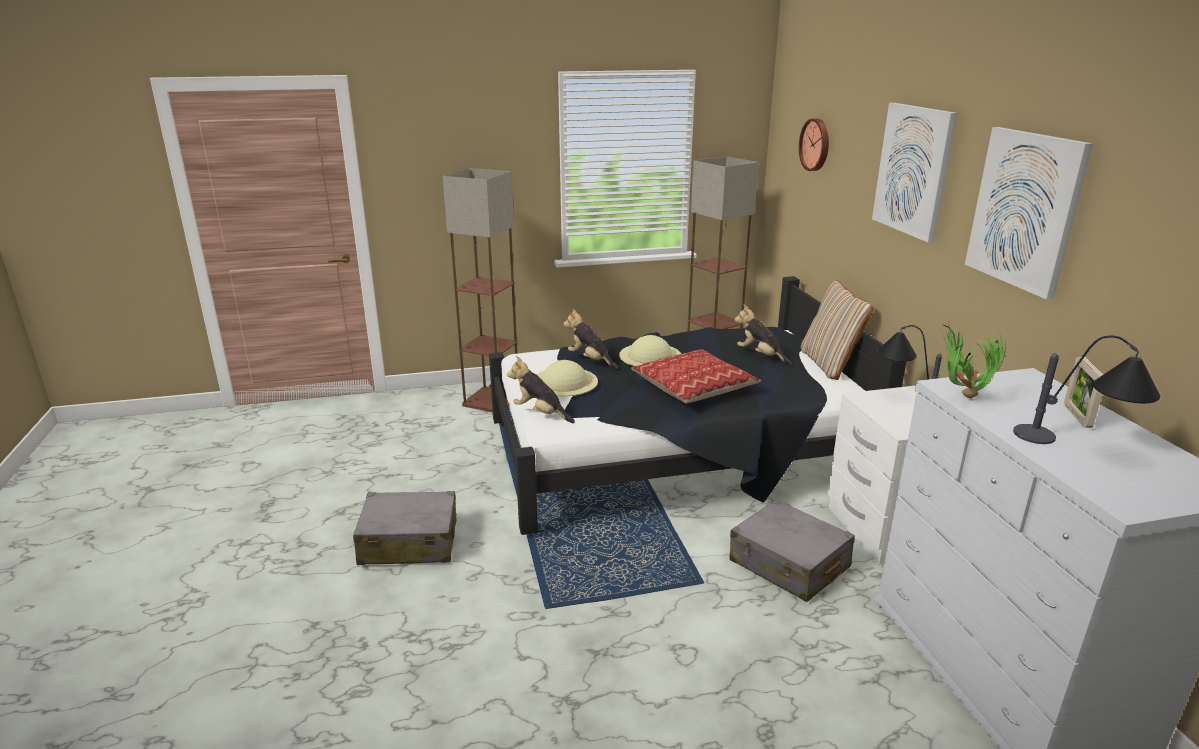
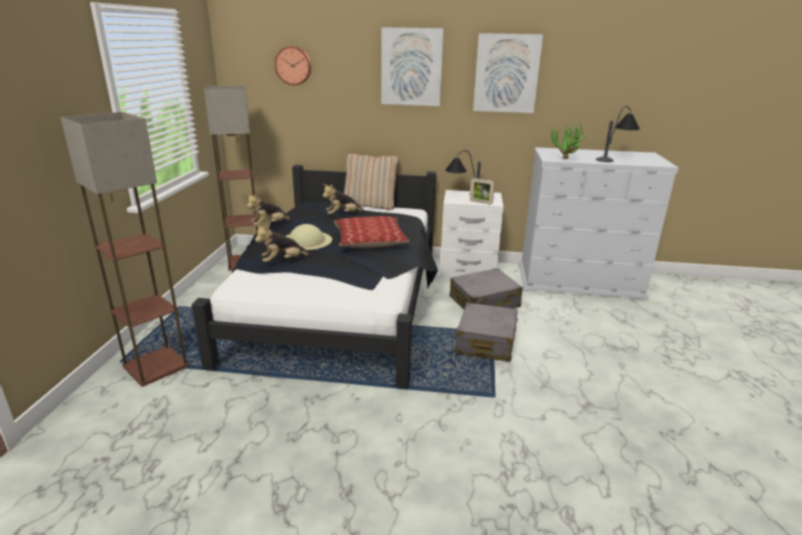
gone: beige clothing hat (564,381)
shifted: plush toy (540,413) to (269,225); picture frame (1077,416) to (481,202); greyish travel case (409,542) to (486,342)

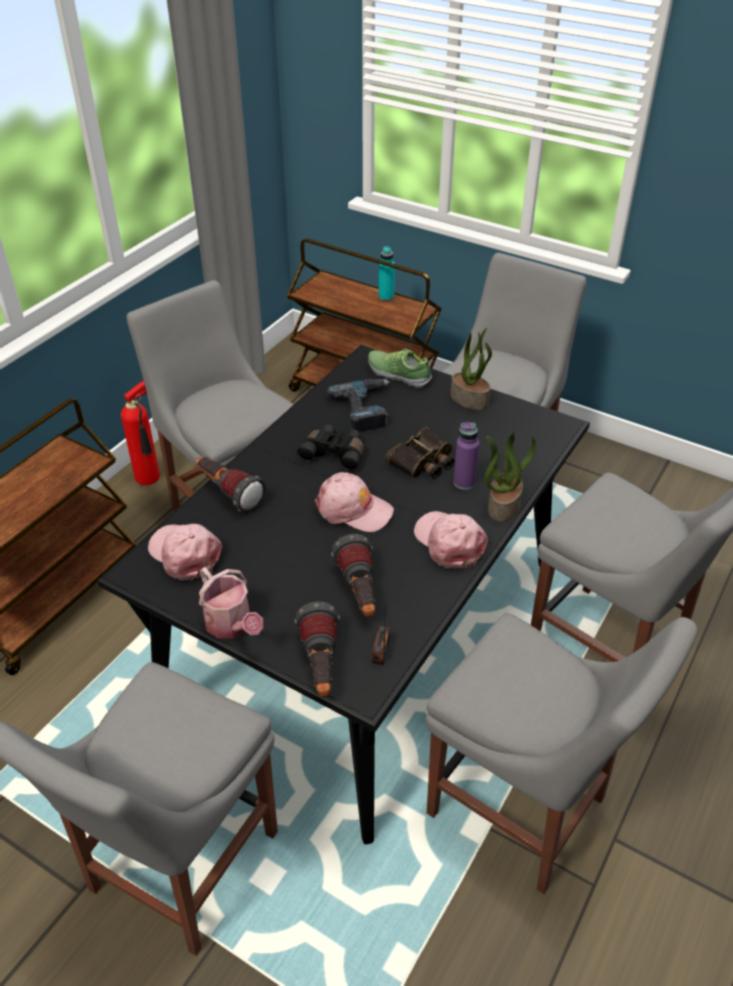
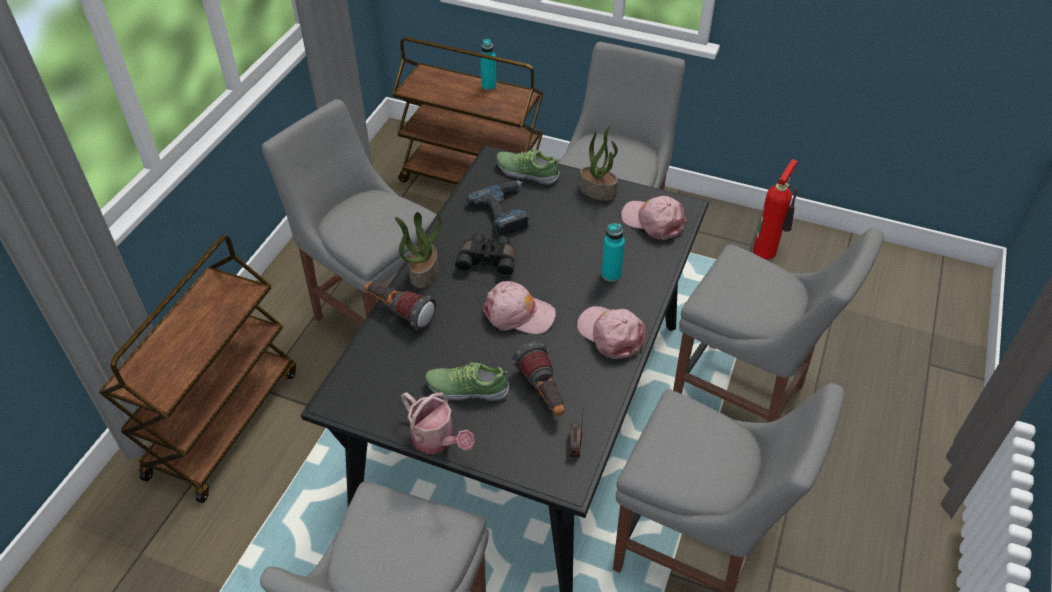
gone: pair of binoculars (423,461); torch (320,665)
new: shoe (467,388)
shifted: extinguisher (150,477) to (767,251); houseplant (503,505) to (423,272); pink-coloured cap (185,554) to (653,221)
repainted: purple-coloured beverage bottle (464,482) to turquoise beverage bottle (611,274)

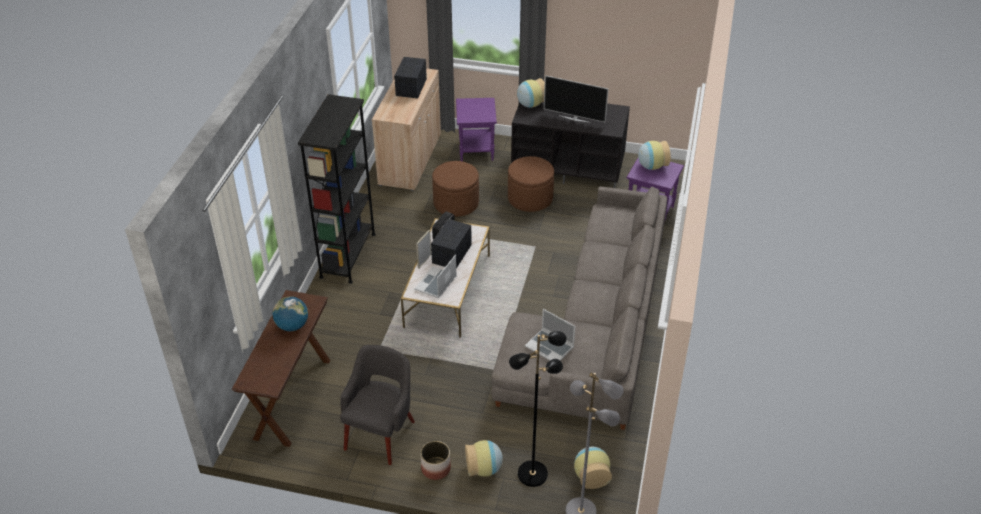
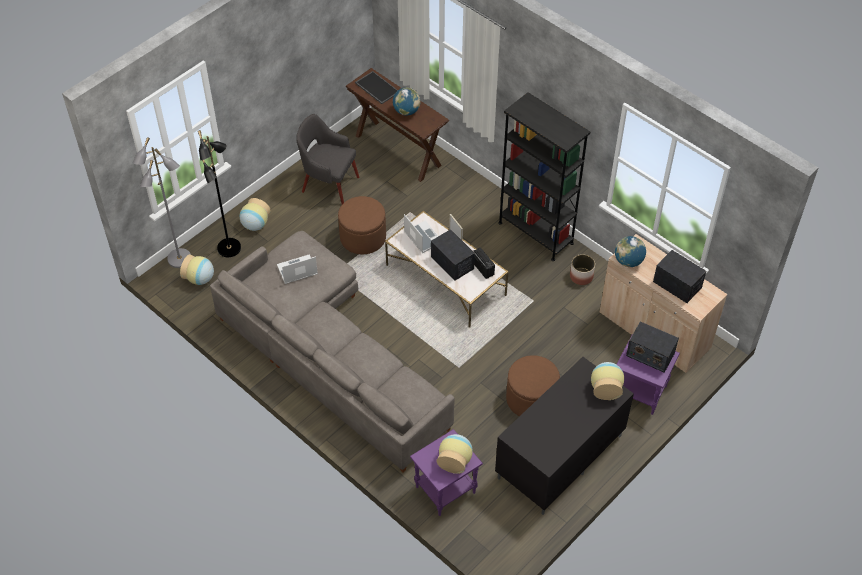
gone: TV (574,118)
new: carrying tray (376,88); world globe (628,261); radio set (650,354)
shifted: brown pouffe (456,203) to (363,237); planter (436,468) to (581,276)
rotated: greyish lounge chair (380,434) = (329,184) 150 degrees clockwise

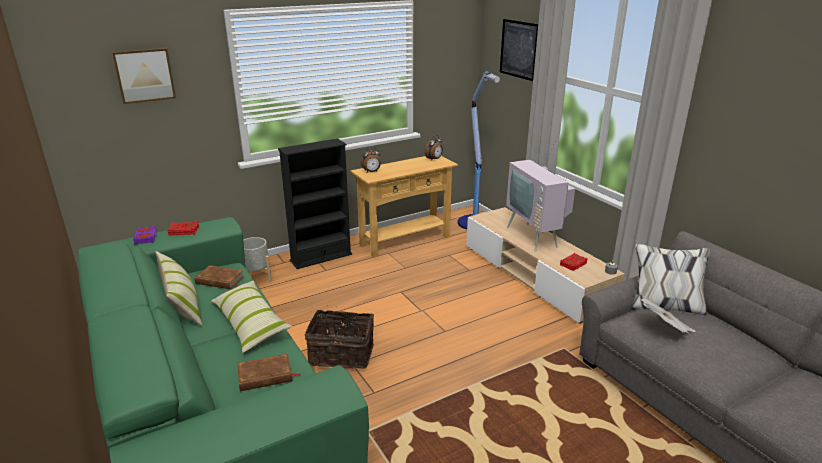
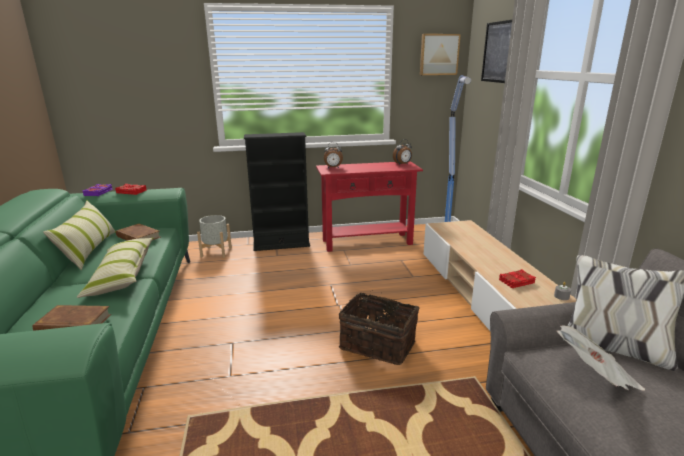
gone: TV (536,236)
shifted: wall picture (144,75) to (438,54); storage basket (342,353) to (378,343)
repainted: beige hall table (405,240) to reddish hall table (367,242)

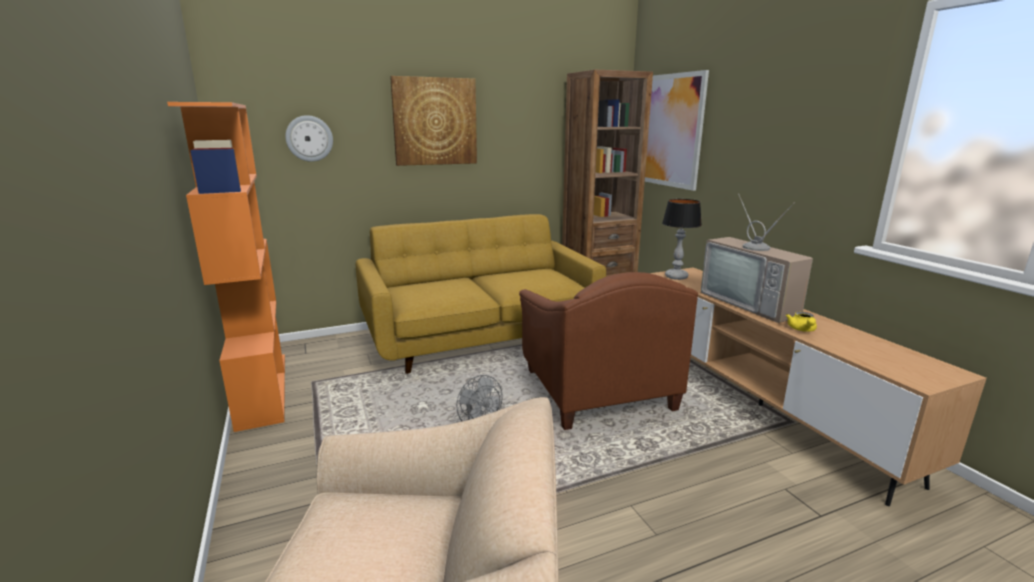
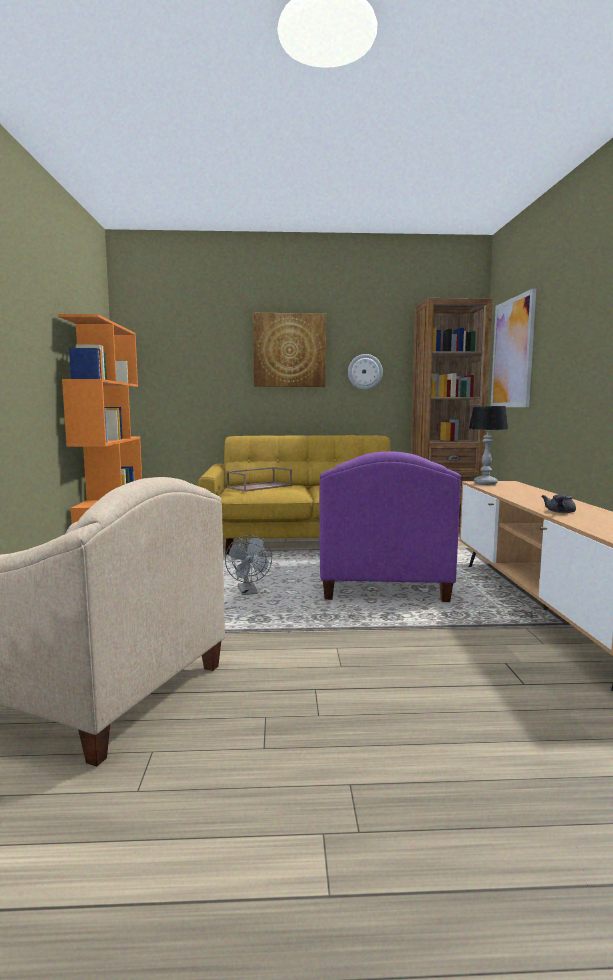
gone: TV (753,303)
new: brown carrying tray (260,486)
shifted: wall clock (309,138) to (365,372)
repainted: brown lounge chair (595,390) to purple-coloured lounge chair (381,581); yellow pot for tea (802,330) to greyish pot for tea (559,512)

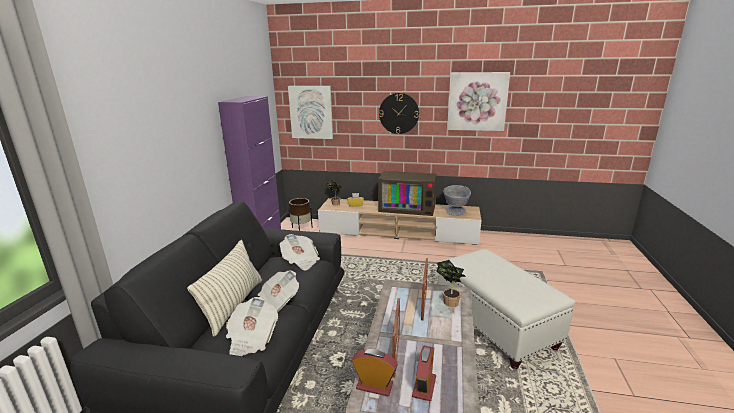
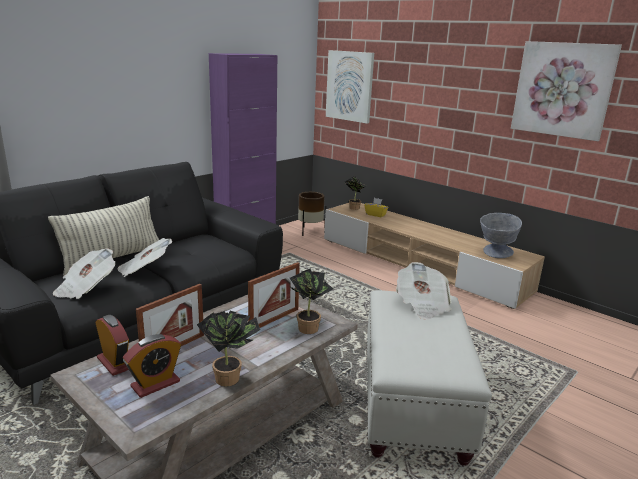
gone: wall clock (399,113); TV (408,208)
new: houseplant (231,377)
shifted: daily paper (300,261) to (422,305)

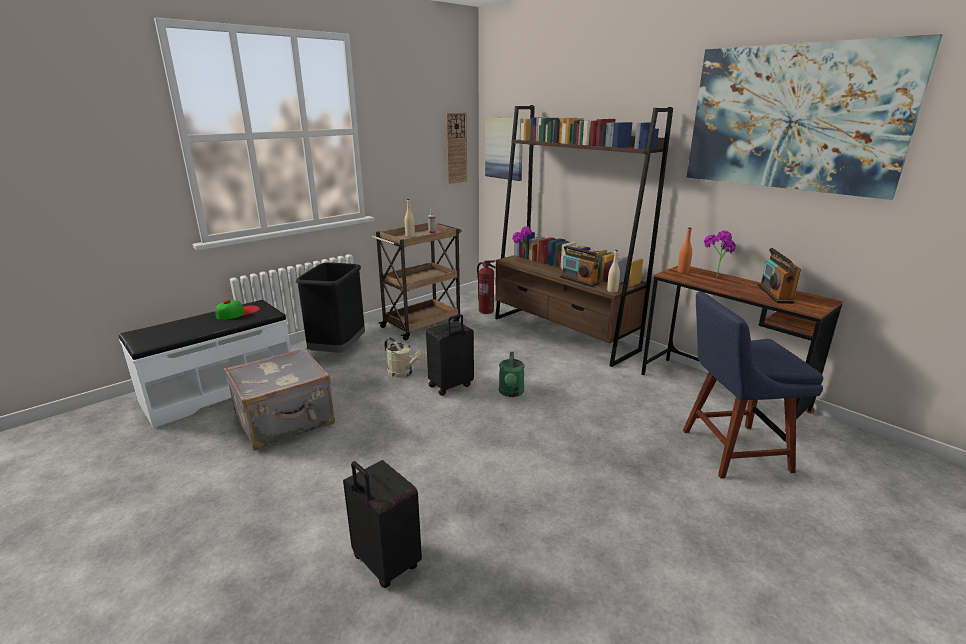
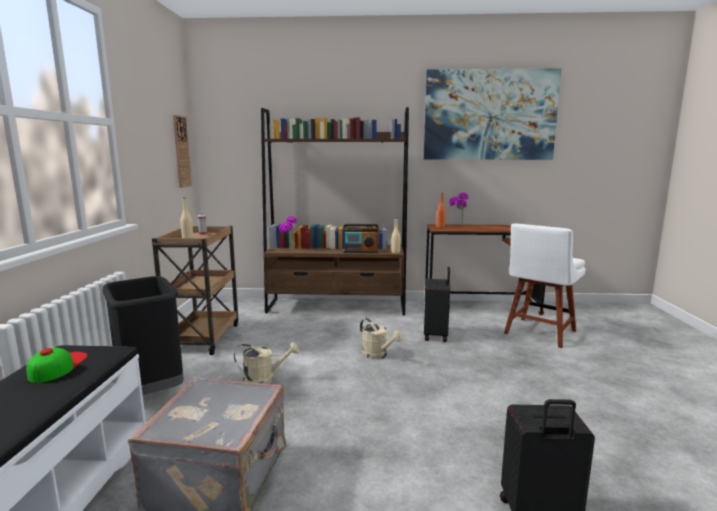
gone: wall picture (504,148); radio set (774,294); extinguisher (486,311)
shifted: black-coloured travel case (451,386) to (436,335)
repainted: blue-coloured chair (730,450) to whitish chair (538,333); green sprinkling can (511,393) to beige sprinkling can (378,355)

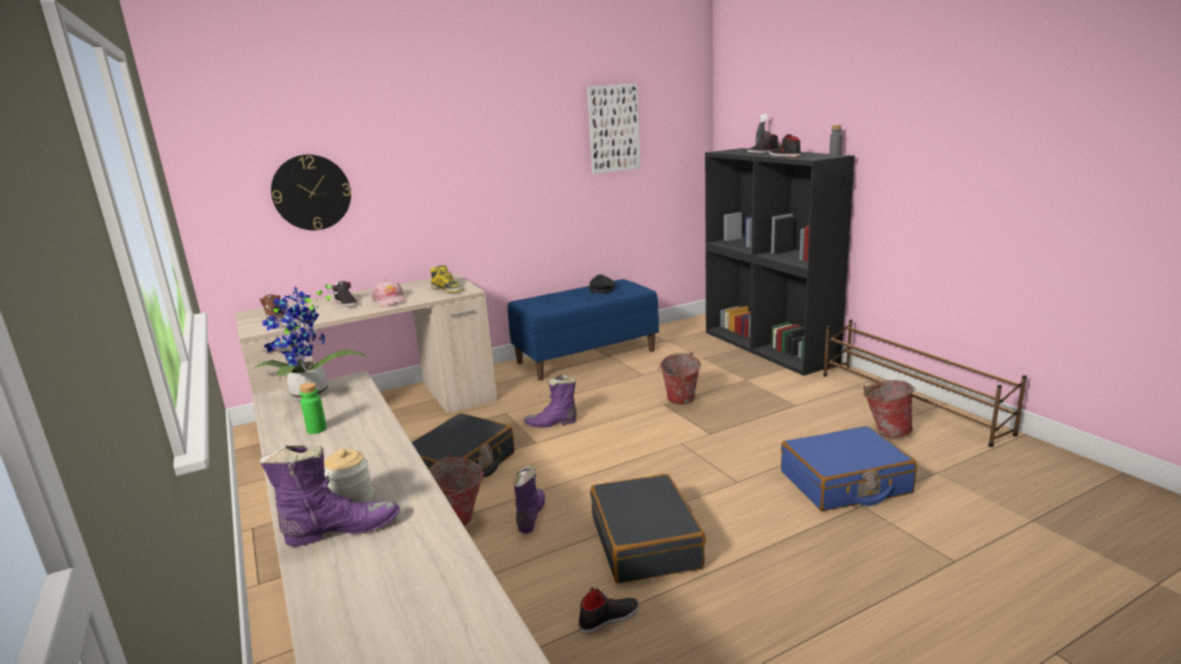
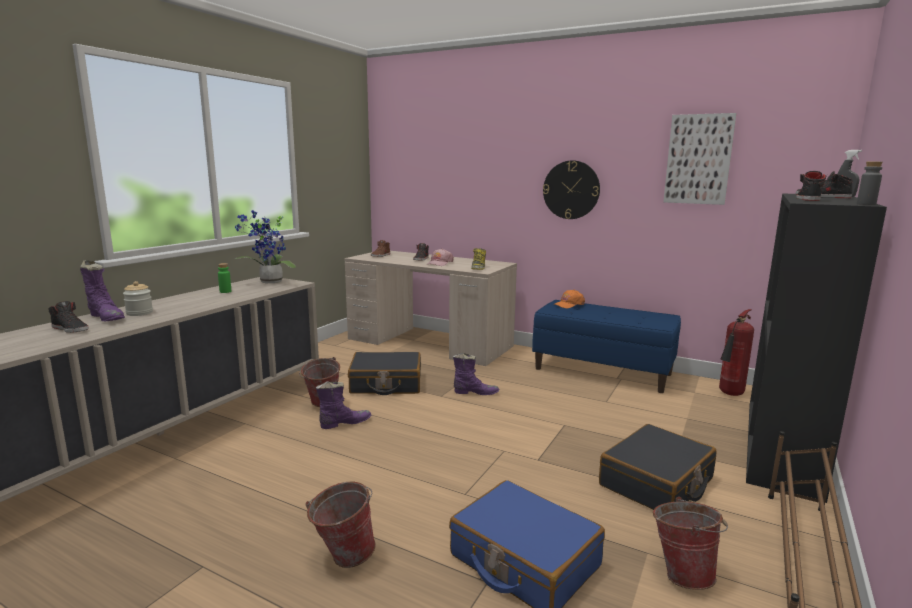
gone: black-coloured cap (601,289)
new: orangey cap (568,304); extinguisher (730,394)
shifted: wall clock (311,192) to (571,190); bucket (679,402) to (342,557); black-coloured travel case (646,542) to (656,483); black-coloured shoe (609,618) to (70,329)
rotated: purple-coloured high-top boot (552,423) = (475,392) 135 degrees clockwise

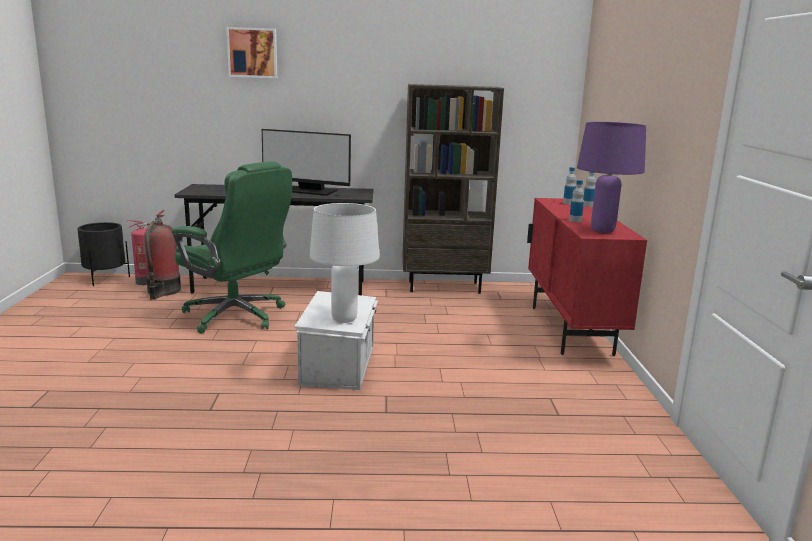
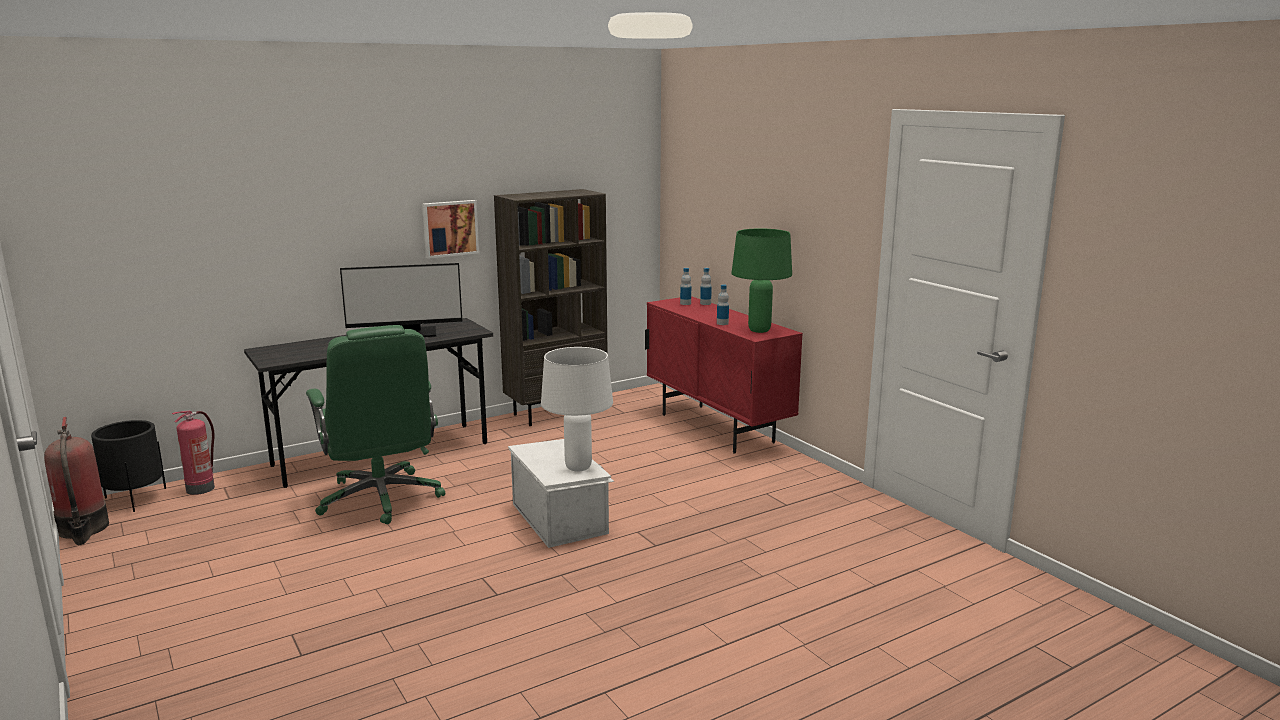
shifted: wall picture (252,53) to (450,228); extinguisher (163,291) to (83,529)
repainted: purple-coloured table lamp (603,231) to green table lamp (759,330)
rotated: green office chair (236,316) = (381,499) 60 degrees clockwise

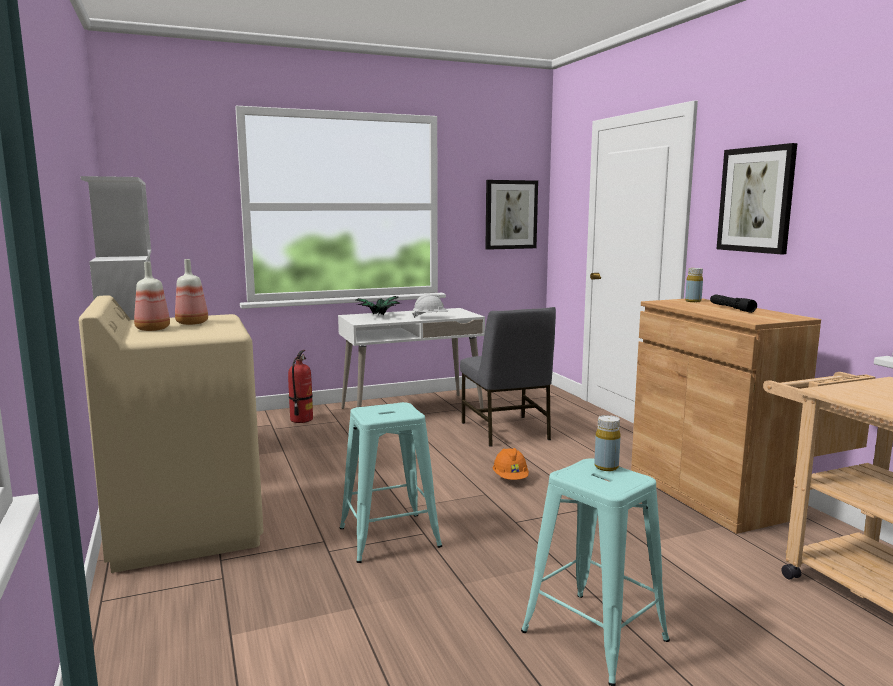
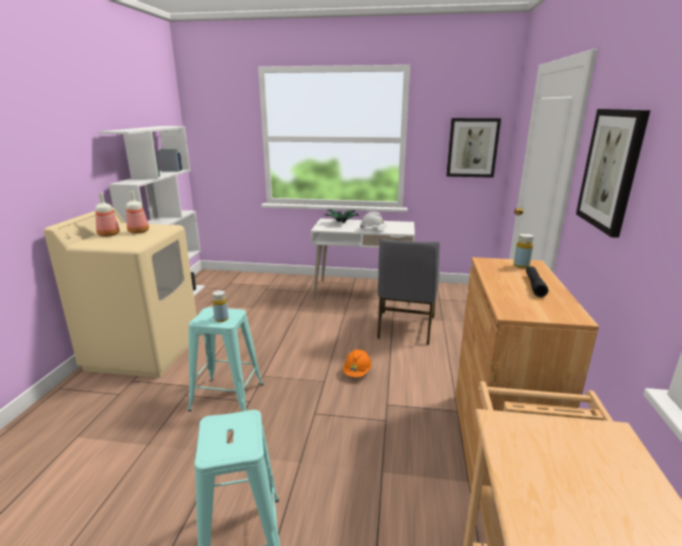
gone: extinguisher (301,419)
shifted: yellow beverage bottle (606,467) to (221,319)

